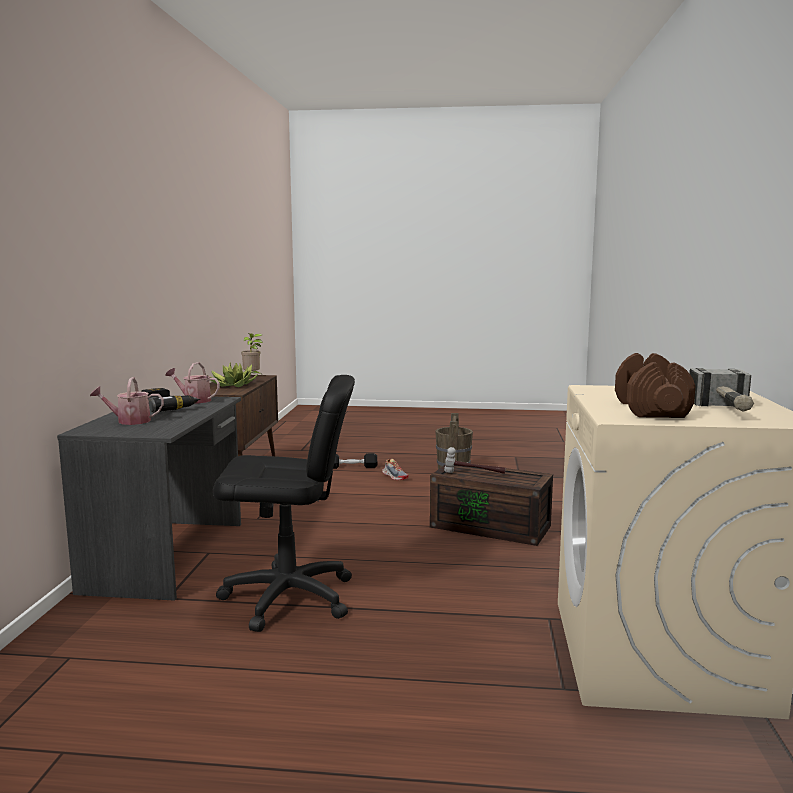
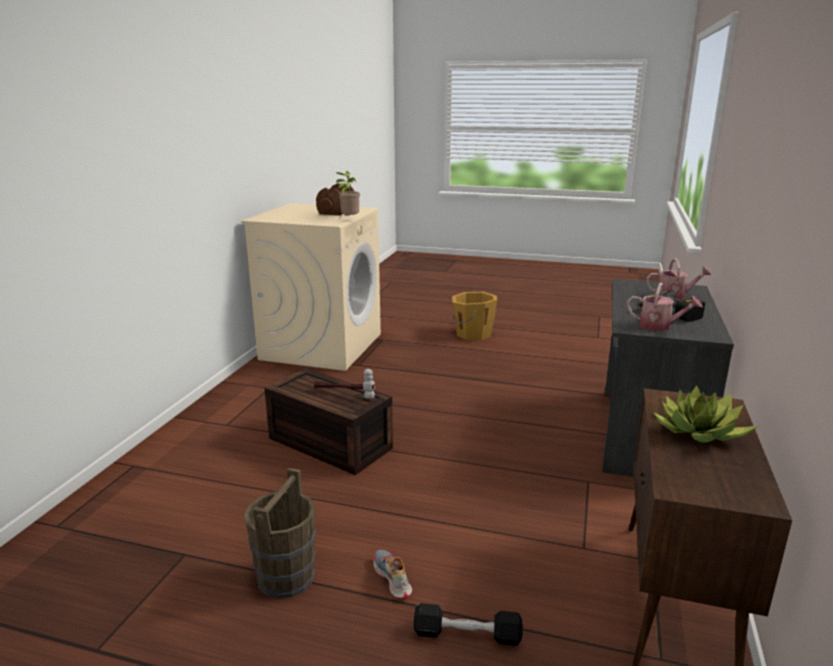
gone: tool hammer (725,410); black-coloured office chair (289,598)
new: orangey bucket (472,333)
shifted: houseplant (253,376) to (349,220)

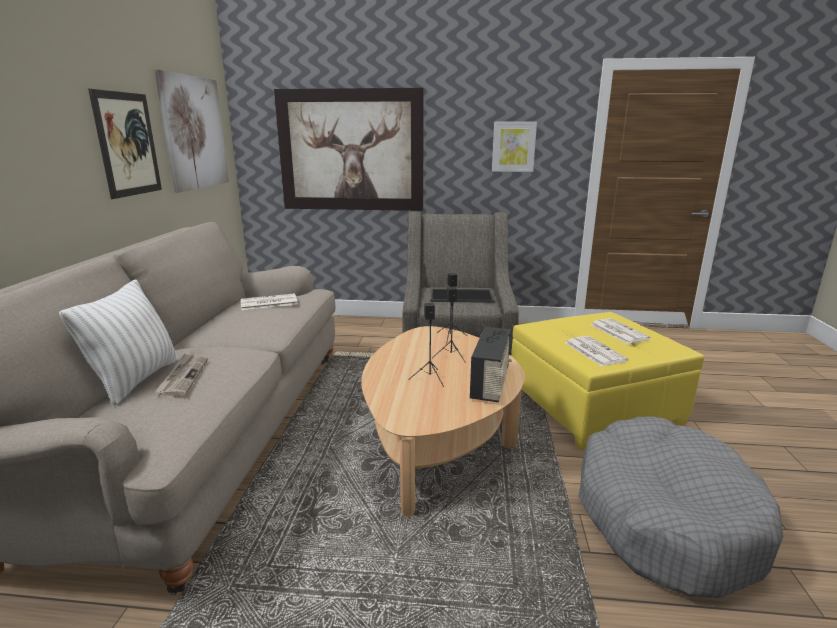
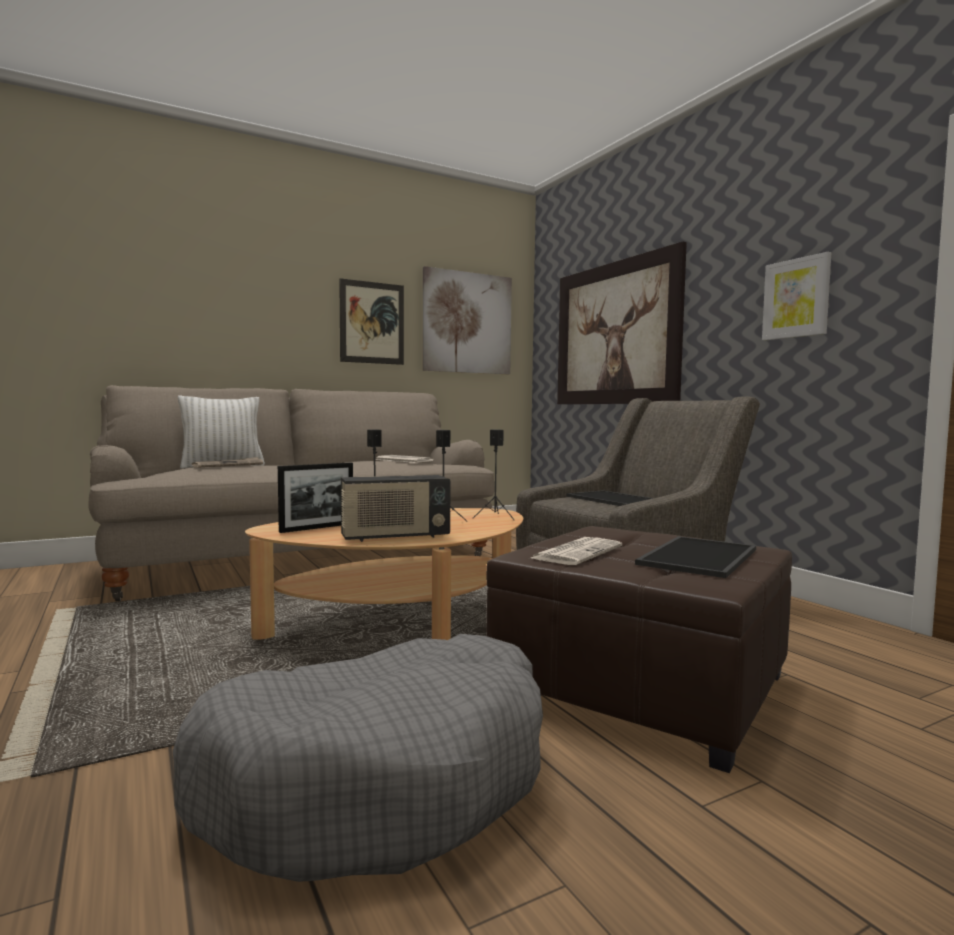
new: picture frame (317,528)
swapped: daily paper (618,331) to carrying tray (696,556)
repainted: yellow pouffe (591,404) to brown pouffe (640,684)

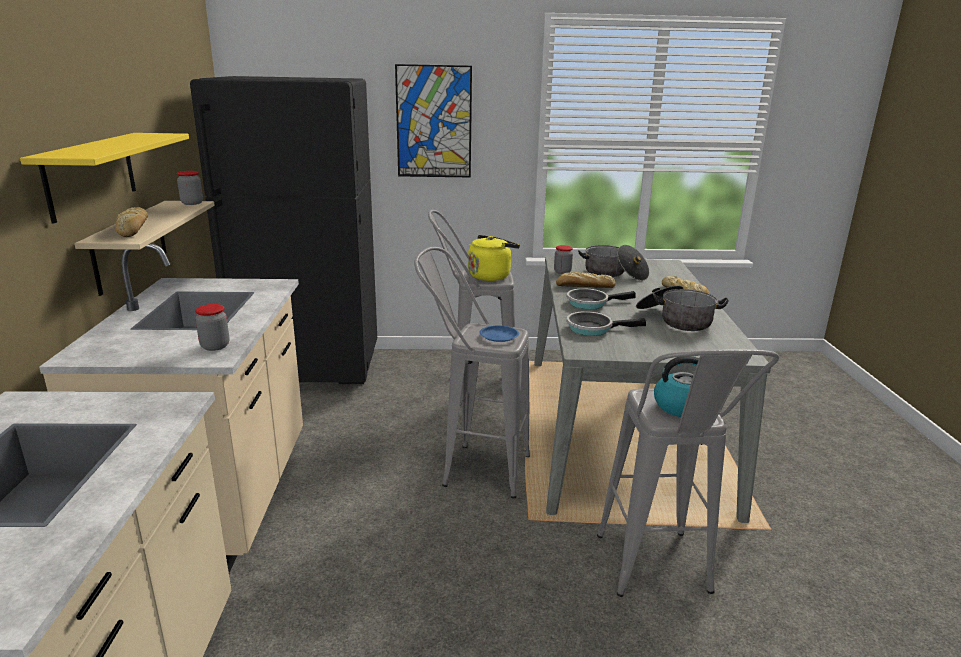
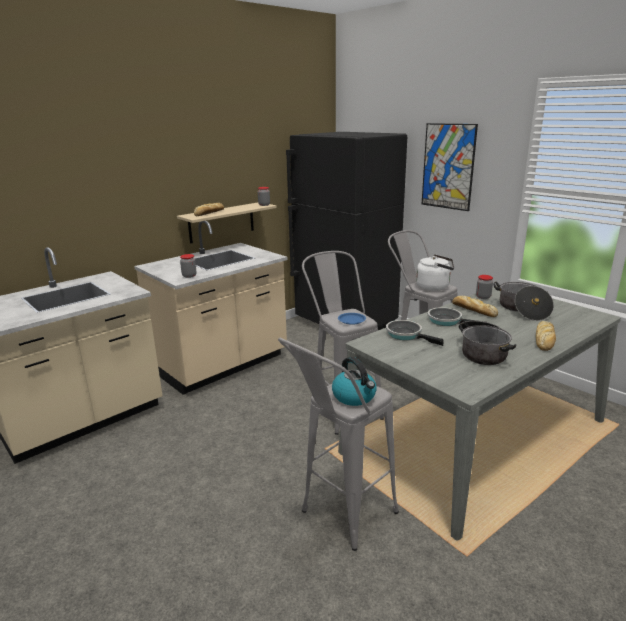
gone: yellow shelf (91,174)
repainted: yellow kettle (491,276) to whitish kettle (434,287)

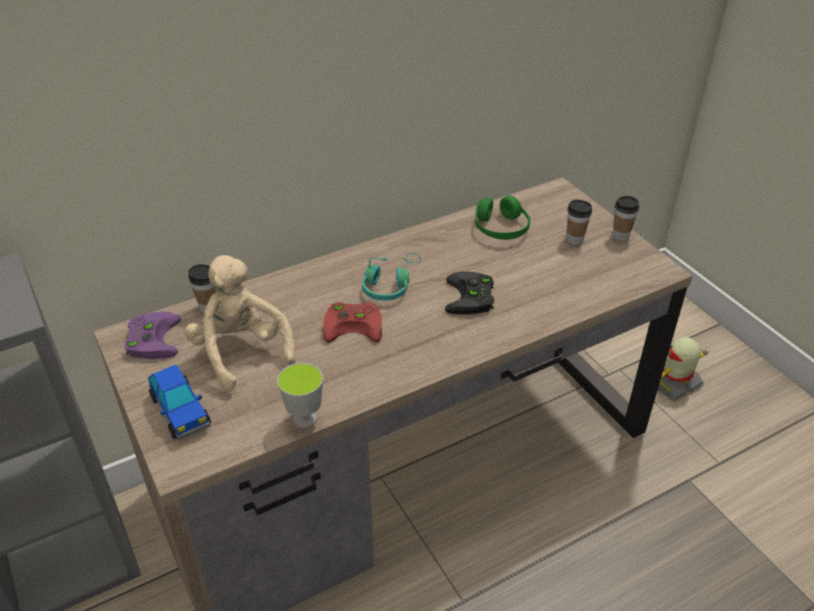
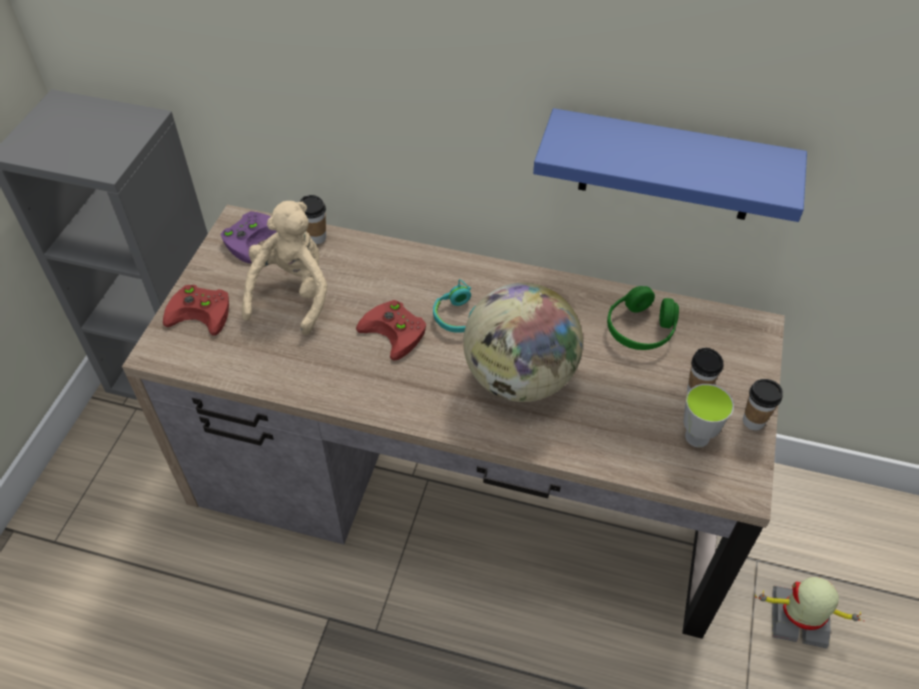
new: blue-coloured shelf (668,167)
shifted: small cup (305,419) to (697,437)
swapped: black-coloured gamepad (471,298) to world globe (519,378); model car (180,411) to reddish gamepad (203,311)

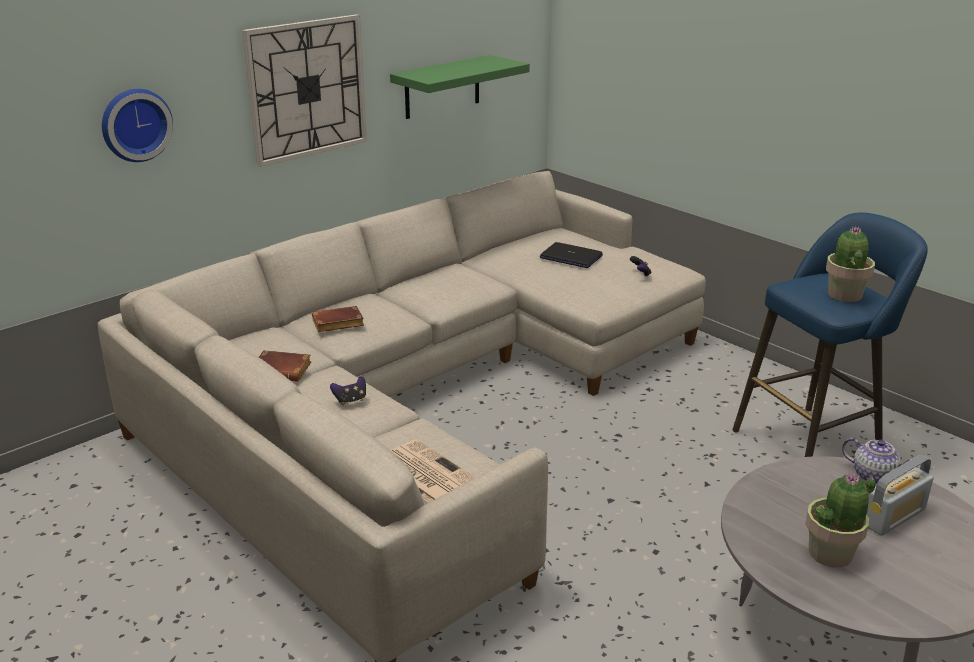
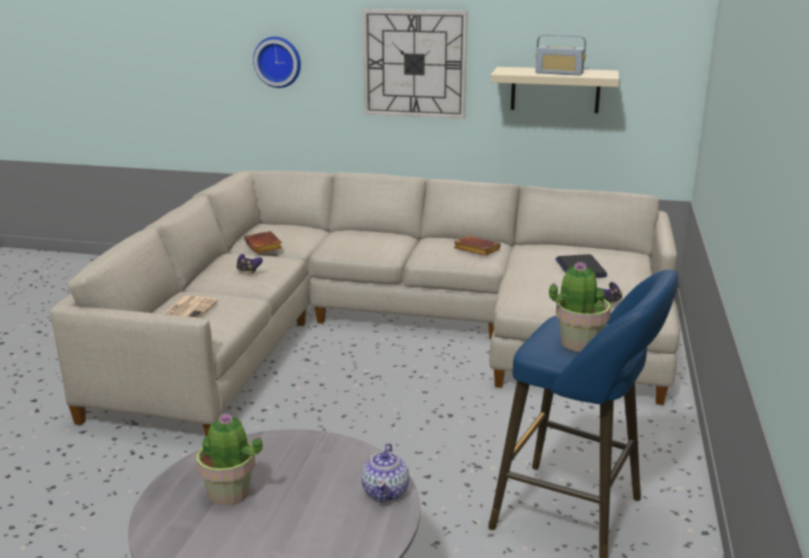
shifted: brown book (336,324) to (475,250); radio set (893,517) to (559,73)
repainted: green shelf (442,87) to beige shelf (555,90)

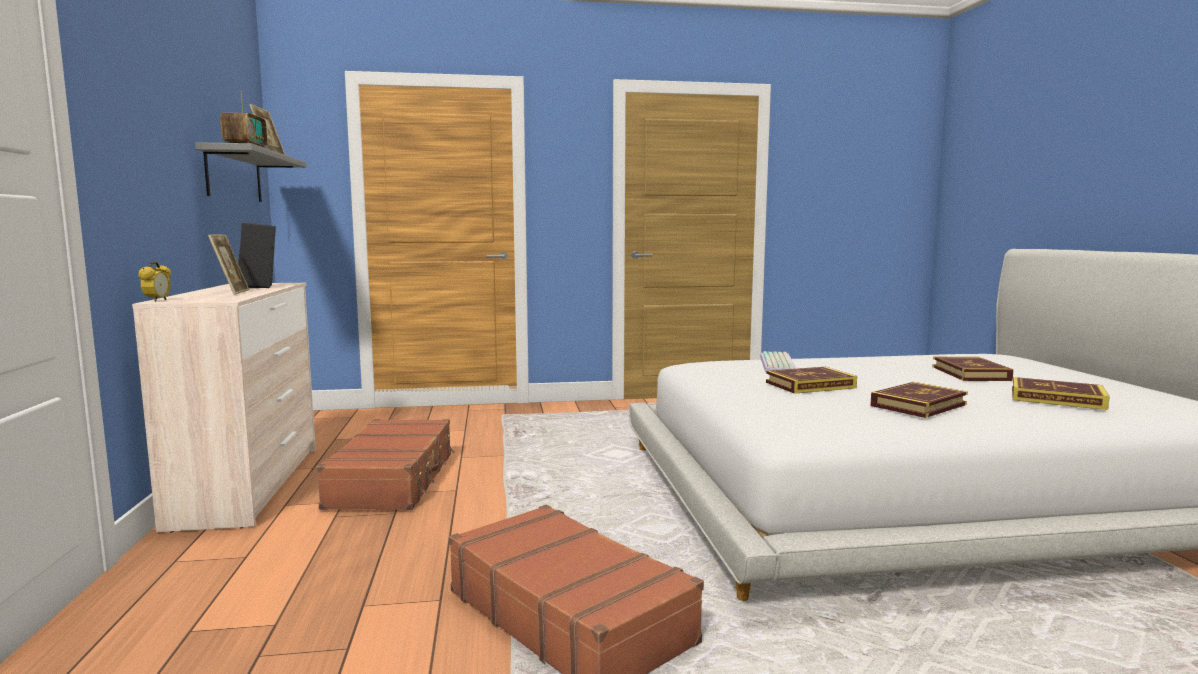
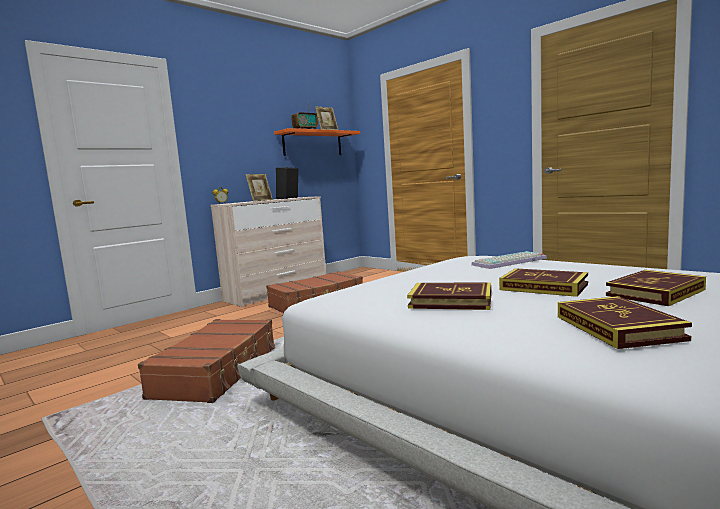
shifted: book (810,385) to (543,287)
repainted: greyish shelf (234,176) to orangey shelf (312,144)

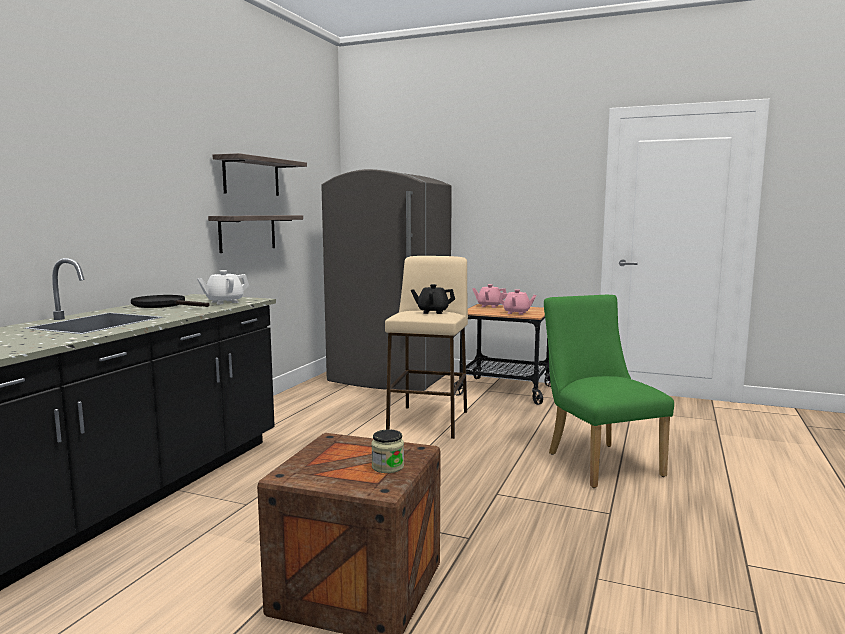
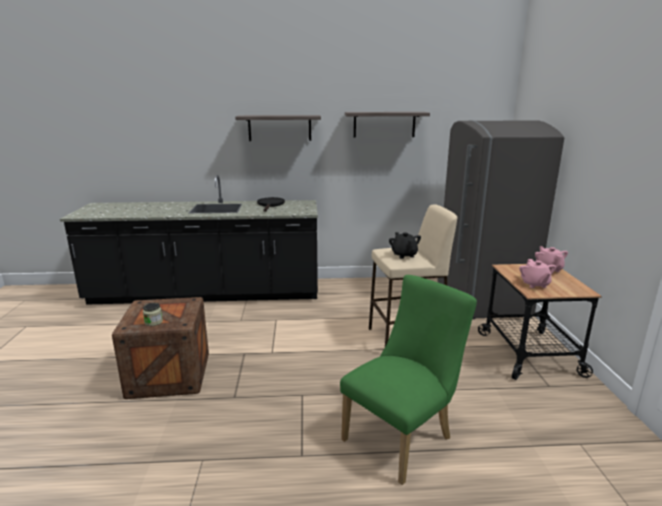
gone: whitish pot for tea (224,302)
shifted: shelf (247,233) to (279,128)

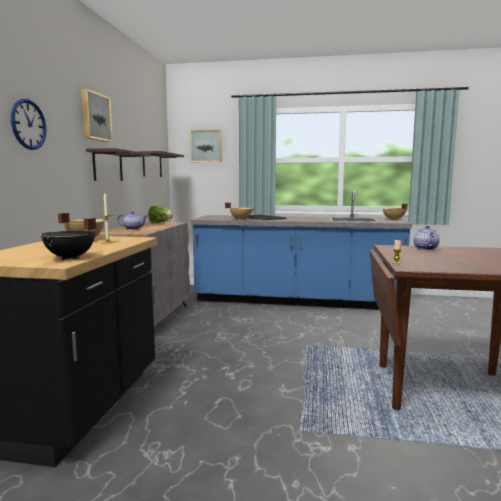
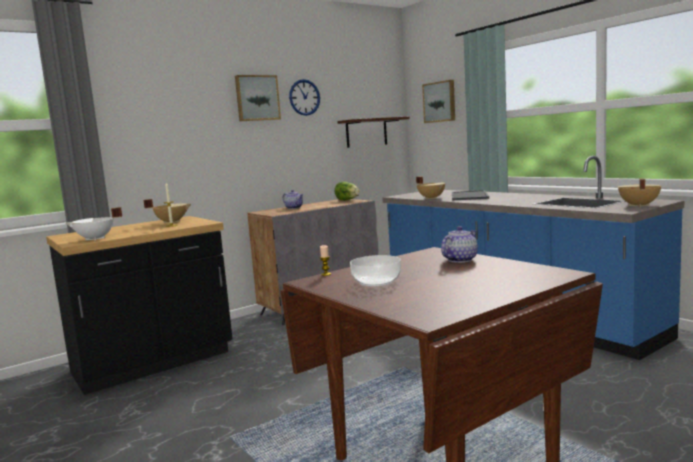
gone: shelf (108,166)
new: bowl (377,281)
shifted: wall clock (28,124) to (304,97)
repainted: black-coloured cooking pot (71,258) to whitish cooking pot (95,239)

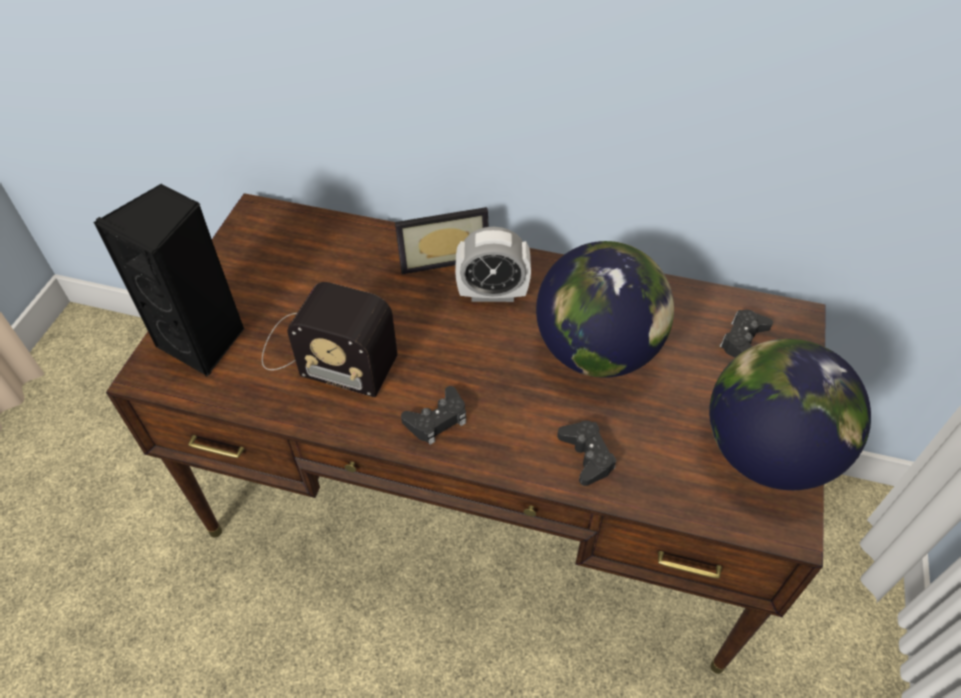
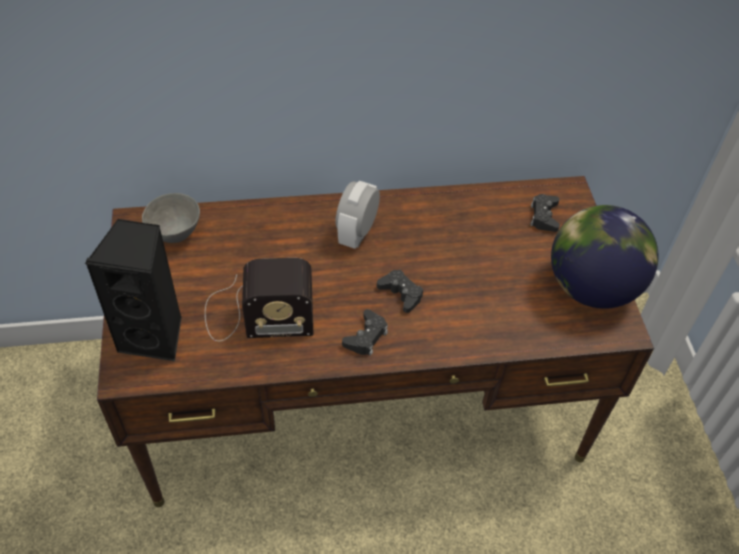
gone: picture frame (442,255); world globe (597,351)
new: greyish bowl (175,235)
shifted: black-coloured gamepad (587,455) to (401,294)
rotated: alarm clock (492,293) = (357,233) 135 degrees clockwise

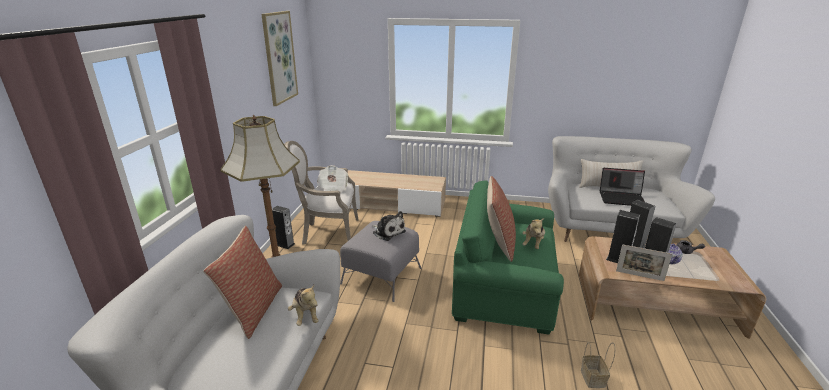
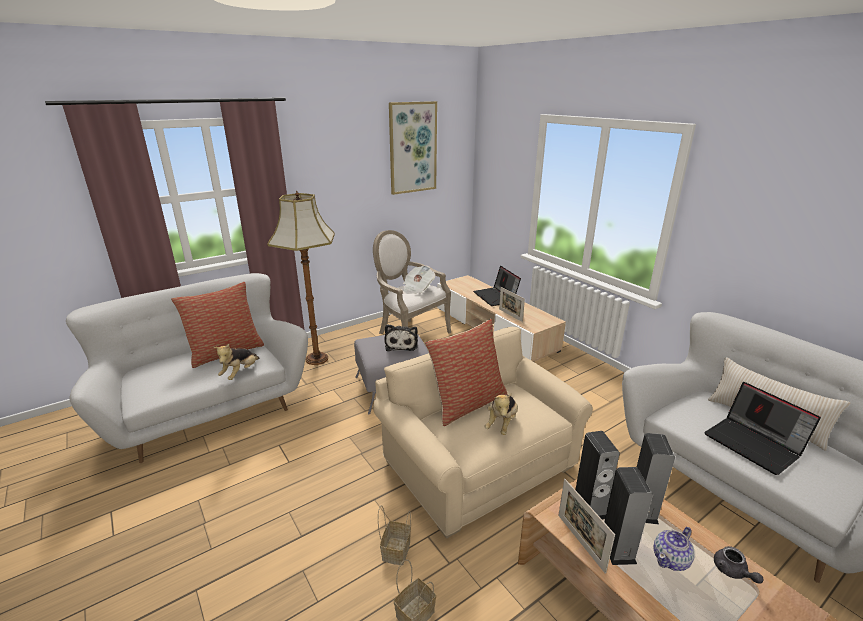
gone: audio speaker (285,244)
new: notebook computer (496,297); picture frame (510,315); storage basket (396,549)
repainted: green lounge chair (504,287) to beige lounge chair (479,465)
rotated: plush toy (533,243) = (501,424) 45 degrees counterclockwise

